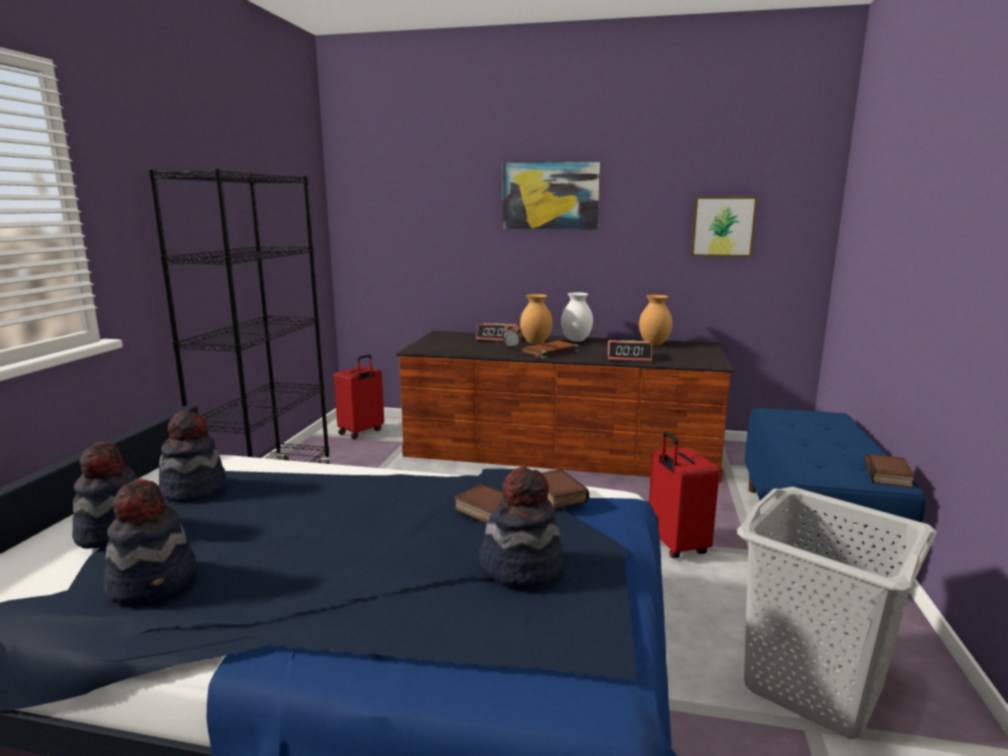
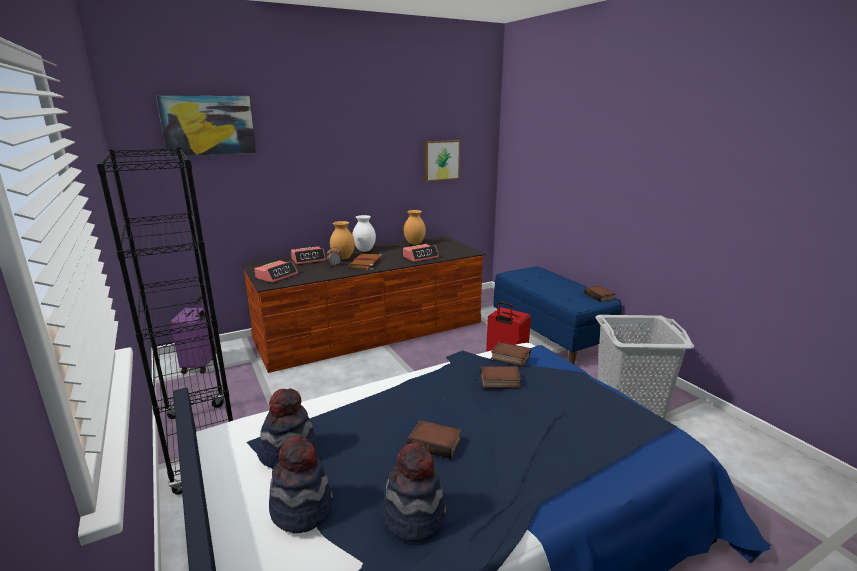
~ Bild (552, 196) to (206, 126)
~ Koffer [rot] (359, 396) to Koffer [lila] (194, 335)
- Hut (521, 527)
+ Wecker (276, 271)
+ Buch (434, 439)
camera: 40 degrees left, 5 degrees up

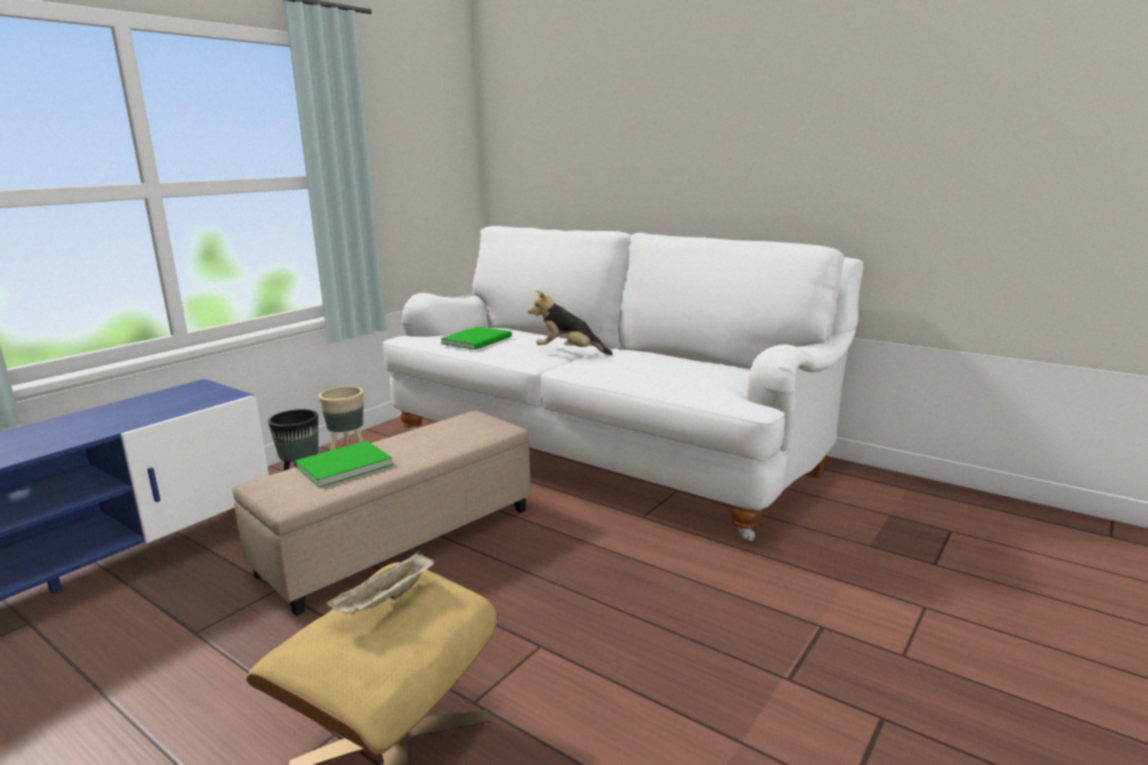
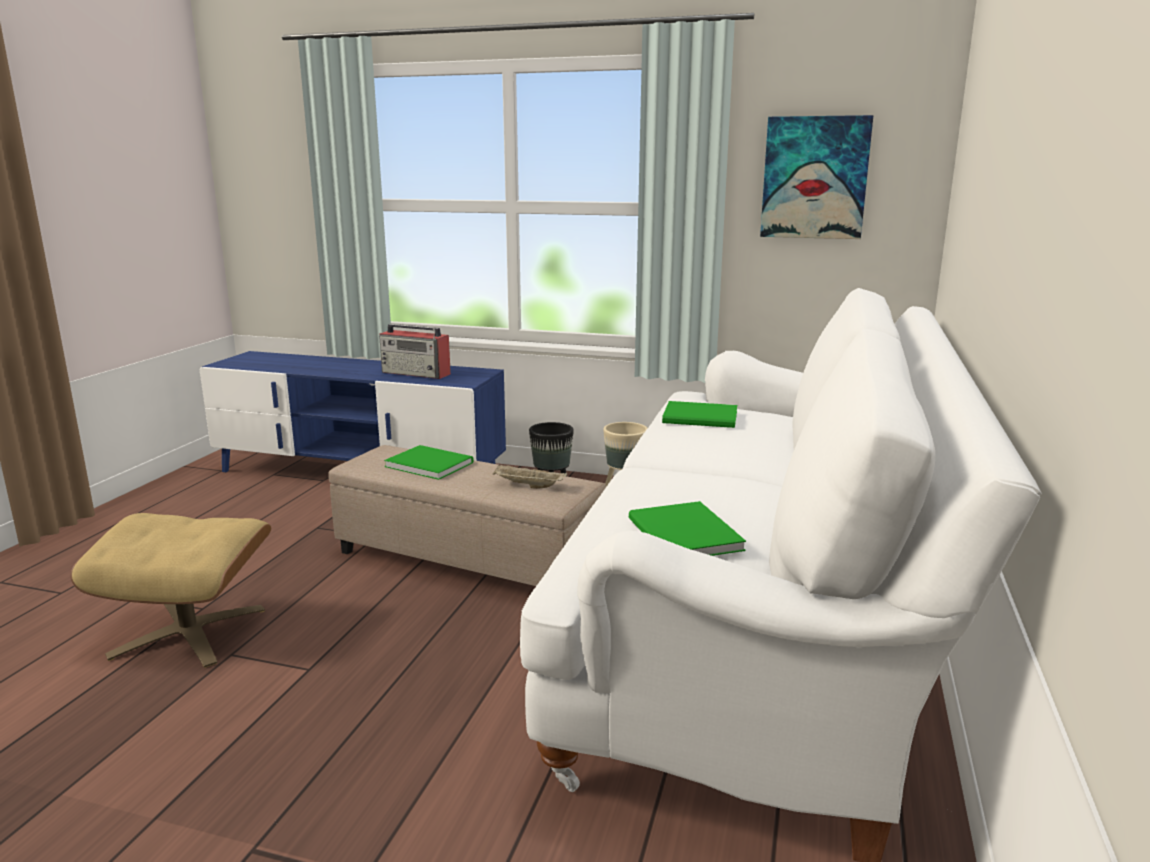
- Plüschtier (570, 322)
~ Tablett [beige] (380, 583) to (530, 477)
+ Bild (816, 177)
+ Radio (415, 351)
+ Buch [grün] (687, 528)
camera: 70 degrees right, 0 degrees up

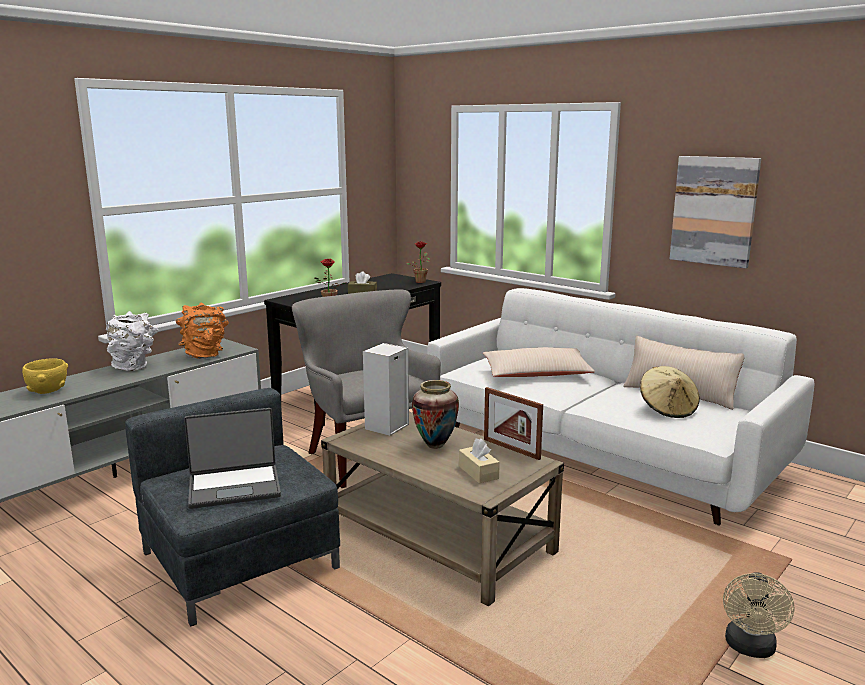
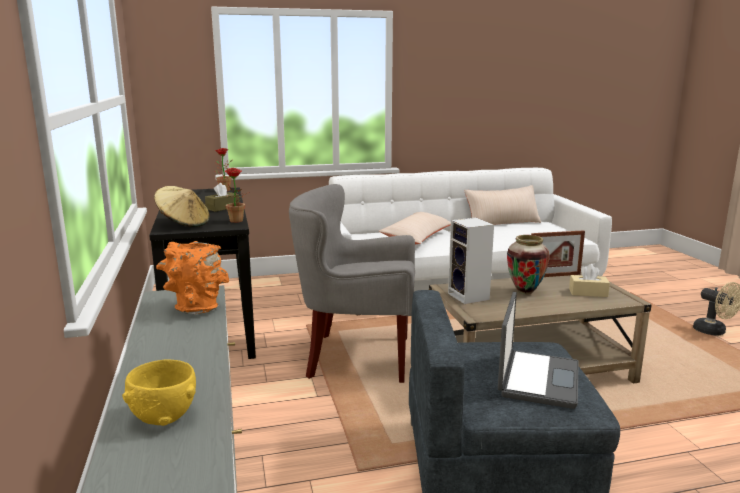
- Bild (715, 212)
- Vase [weiß] (132, 341)
~ Hut [beige] (670, 392) to (182, 206)
camera: 55 degrees left, 0 degrees up

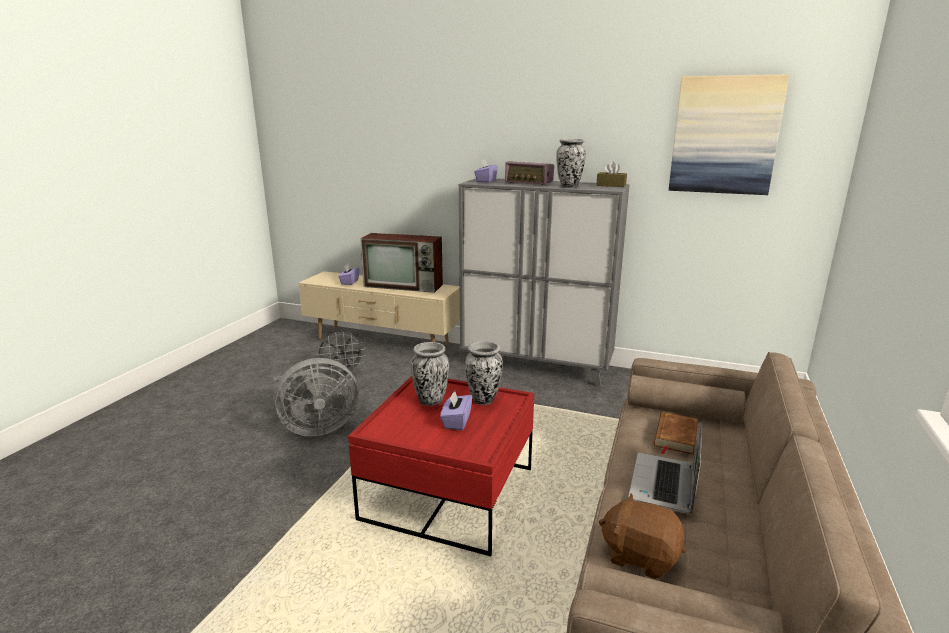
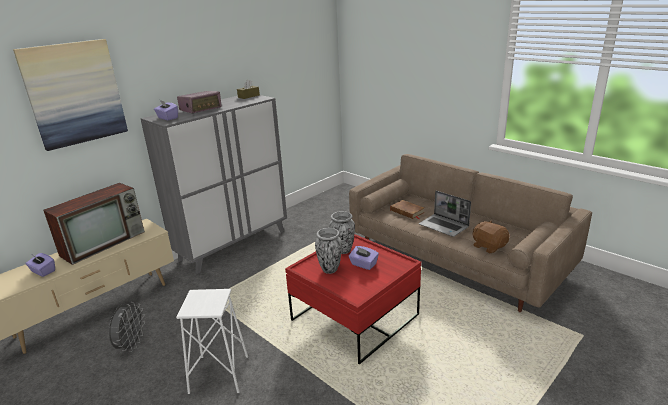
~ Bild (729, 135) to (70, 95)
- Vase (571, 163)
~ Ventilator [grau] (316, 397) to Hocker [weiß] (212, 341)
~ Plüschtier [braun] (642, 536) = (491, 237) 90 degrees clockwise
camera: 65 degrees left, 5 degrees up

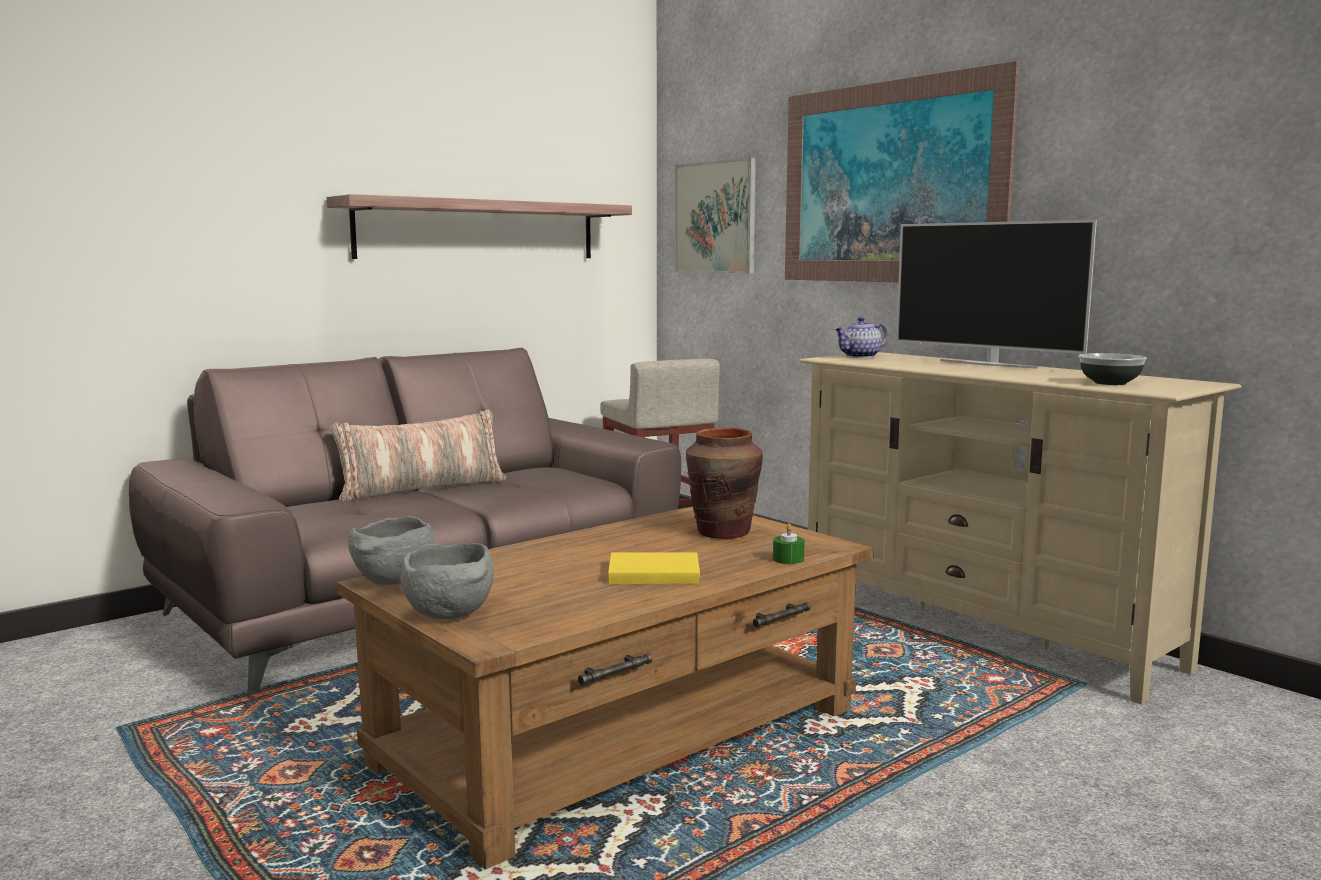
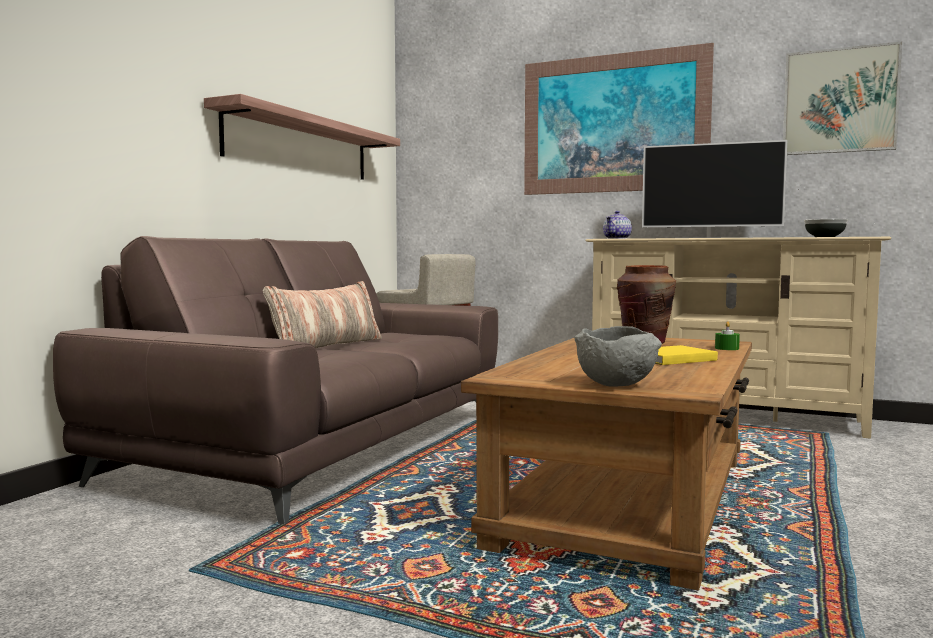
~ Bild (715, 215) to (842, 98)
- Schüssel [grau] (391, 550)
camera: 25 degrees left, 5 degrees down

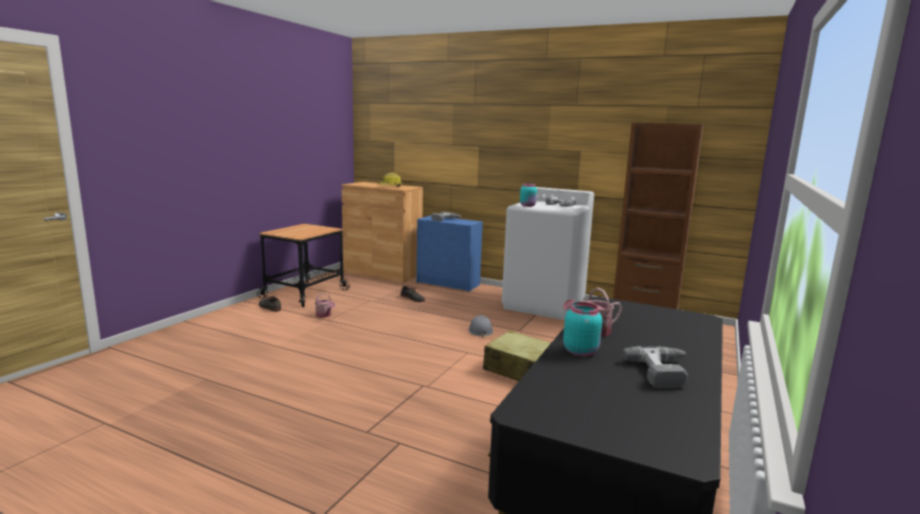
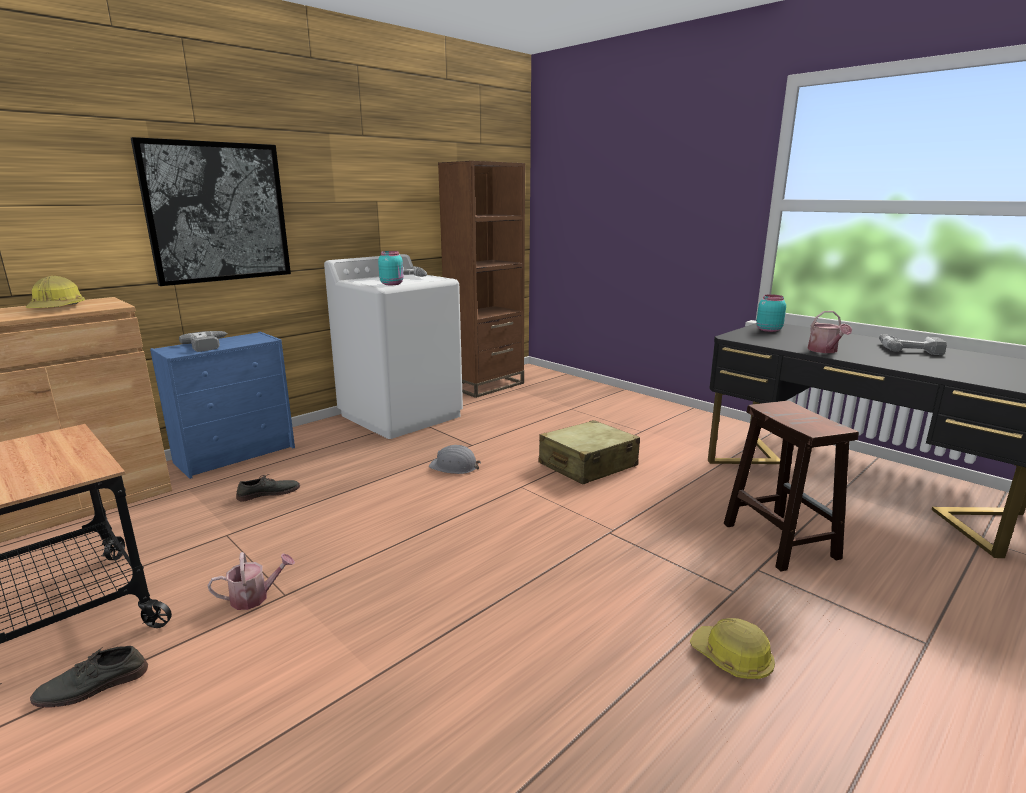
~ Vorratsglas [türkis] (582, 329) to (771, 313)
+ Bild (211, 211)
+ Hocker [braun] (791, 486)
+ Schutzhelm (732, 648)
camera: 70 degrees left, 5 degrees up

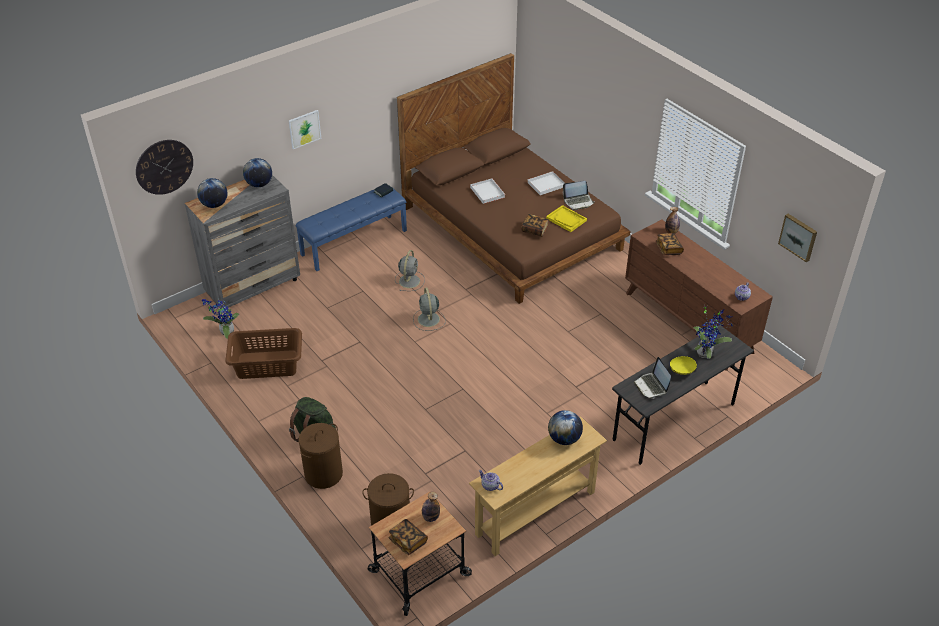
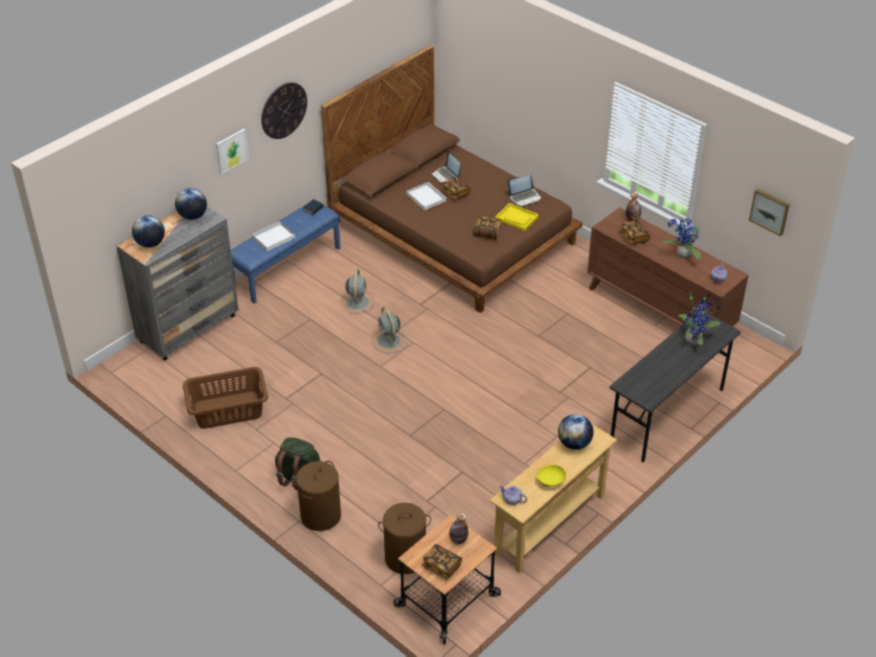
~ Wanduhr (164, 167) to (284, 110)
~ Tablett [weiß] (546, 183) to (273, 236)
~ Topfpflanze (220, 318) to (682, 238)
~ Schüssel [gelb] (683, 365) to (551, 475)
~ Laptop (652, 378) to (445, 167)
+ Buch (456, 188)
camera: 10 degrees left, 0 degrees up

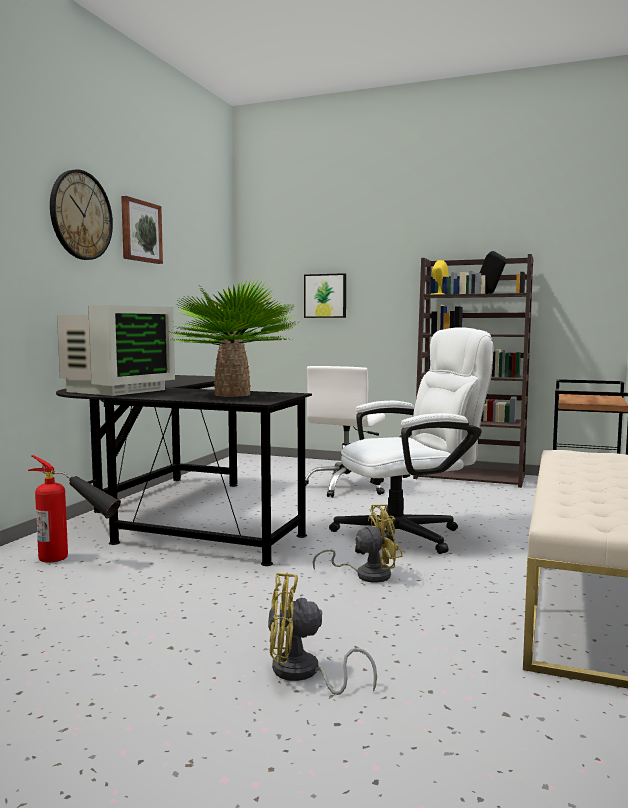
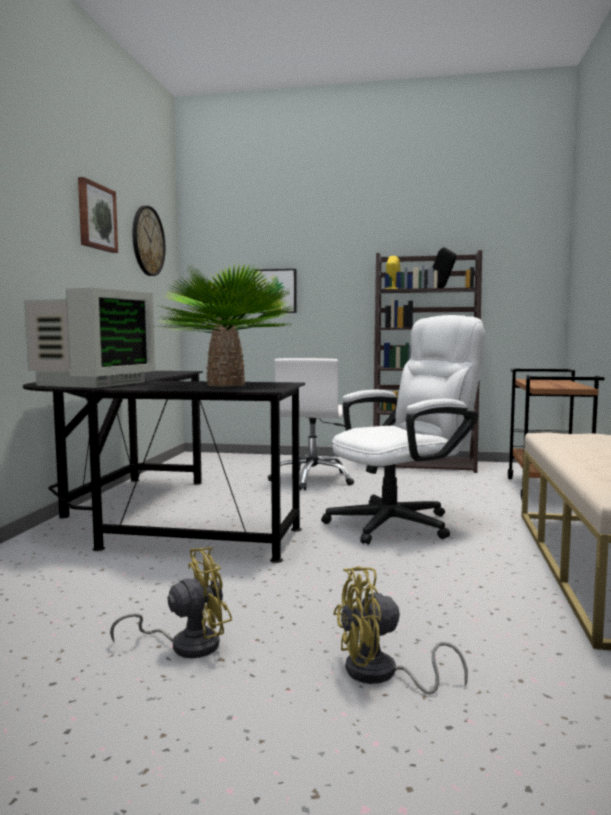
~ Wanduhr (81, 214) to (148, 241)
- Feuerlöscher (74, 508)
~ Ventilator [gelb] (358, 543) to (171, 602)
camera: 10 degrees left, 0 degrees up

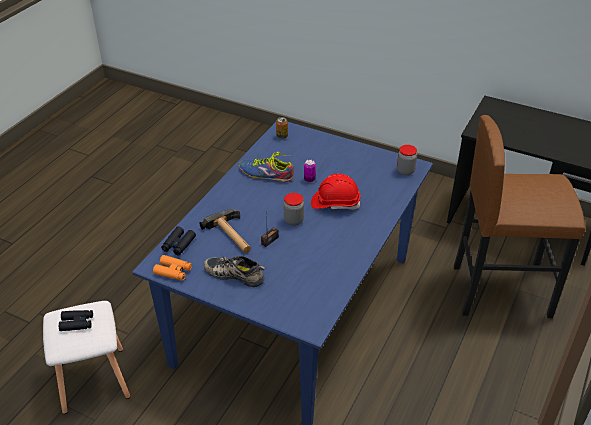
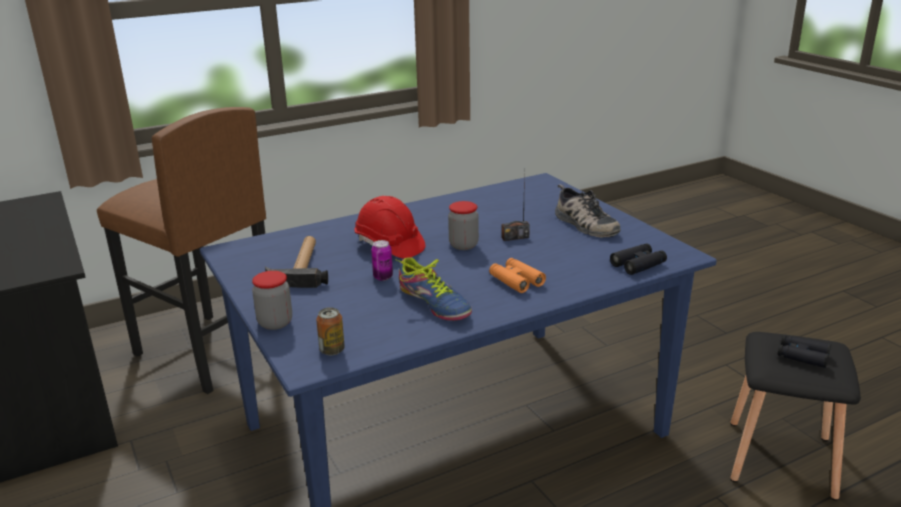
~ Vorratsglas (407, 160) to (272, 300)
~ Hammer (225, 231) to (296, 262)
~ Fernglas [orange] (172, 268) to (517, 275)
~ Hocker [weiß] (86, 357) to Hocker [schwarz] (795, 416)
camera: 145 degrees left, 15 degrees down

